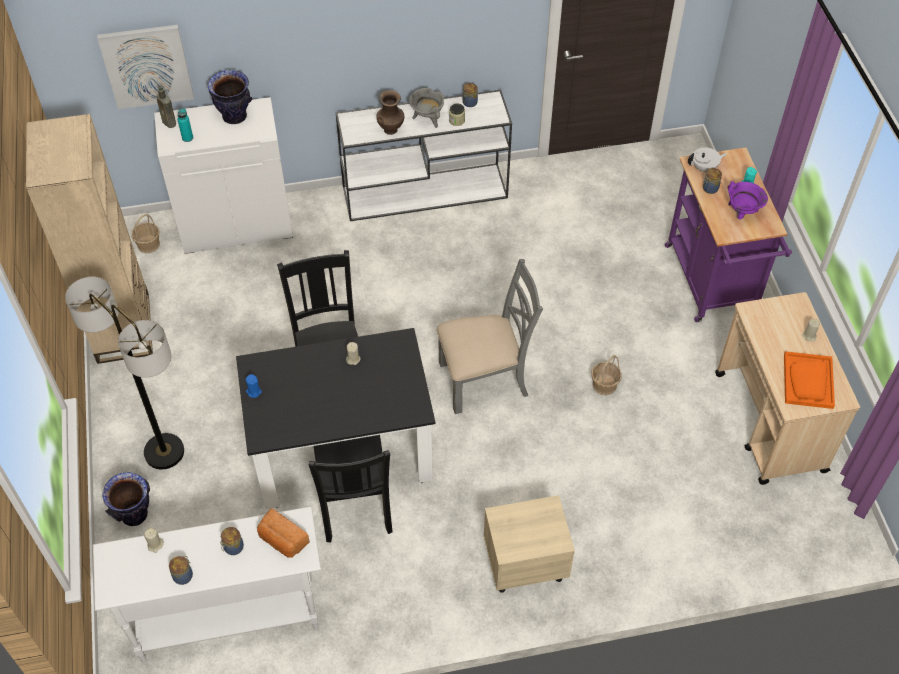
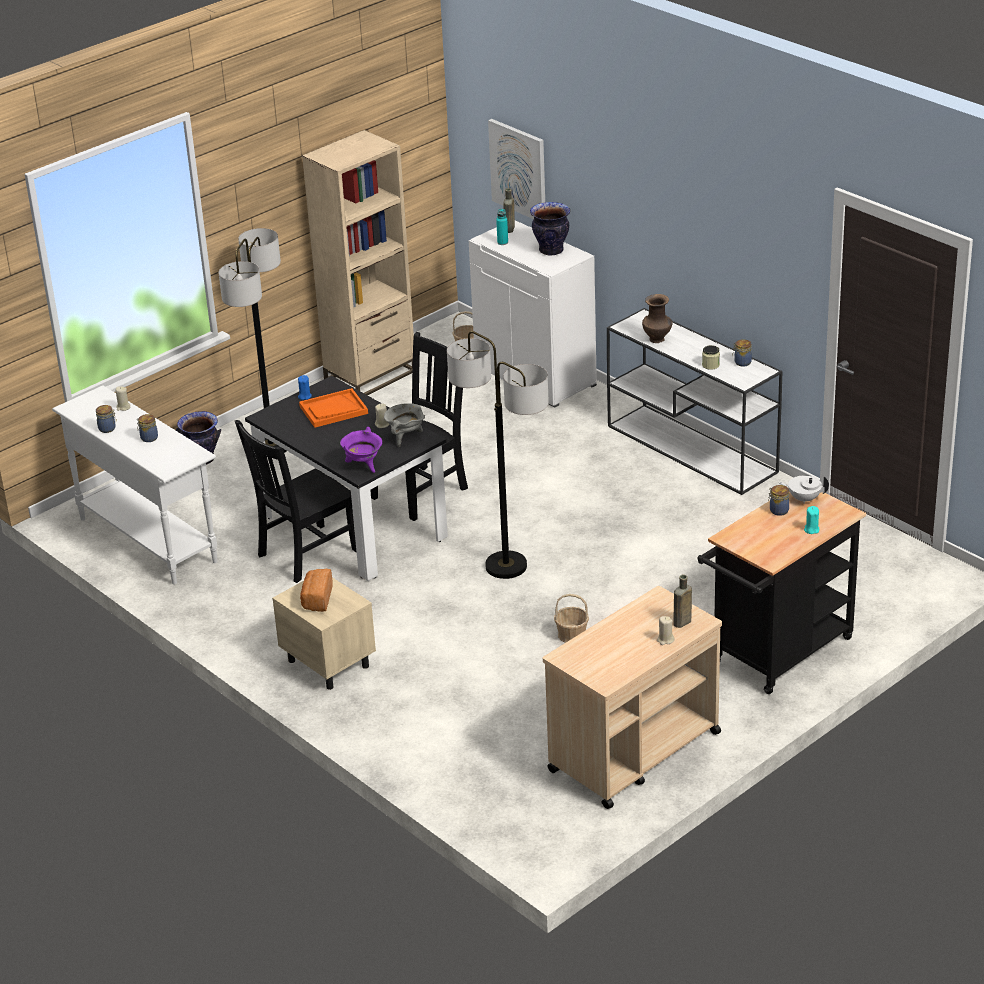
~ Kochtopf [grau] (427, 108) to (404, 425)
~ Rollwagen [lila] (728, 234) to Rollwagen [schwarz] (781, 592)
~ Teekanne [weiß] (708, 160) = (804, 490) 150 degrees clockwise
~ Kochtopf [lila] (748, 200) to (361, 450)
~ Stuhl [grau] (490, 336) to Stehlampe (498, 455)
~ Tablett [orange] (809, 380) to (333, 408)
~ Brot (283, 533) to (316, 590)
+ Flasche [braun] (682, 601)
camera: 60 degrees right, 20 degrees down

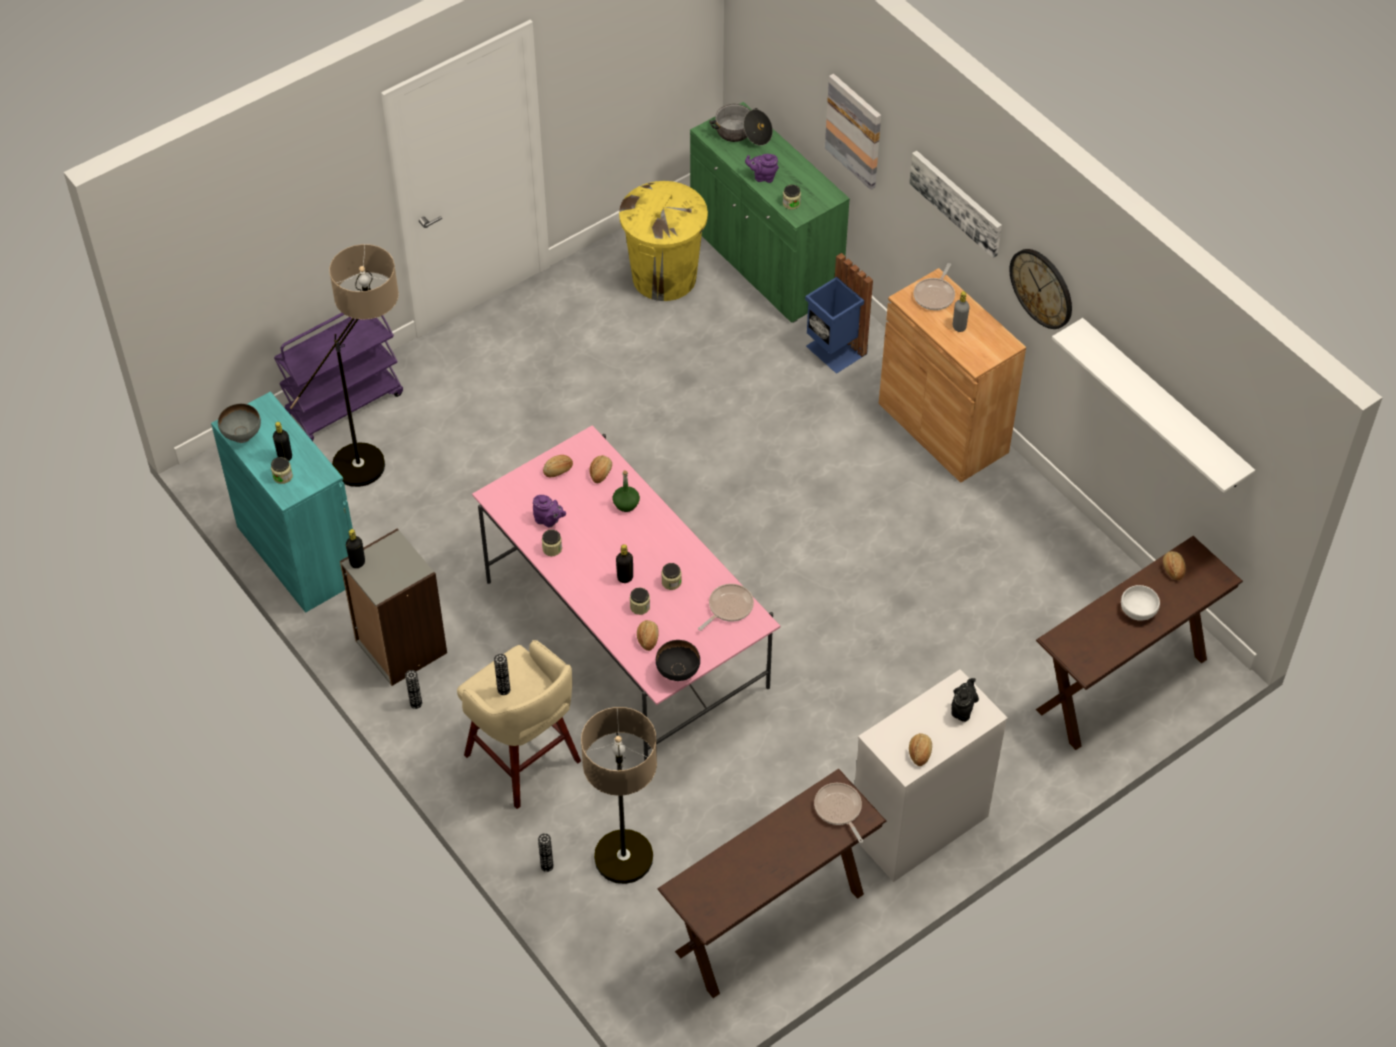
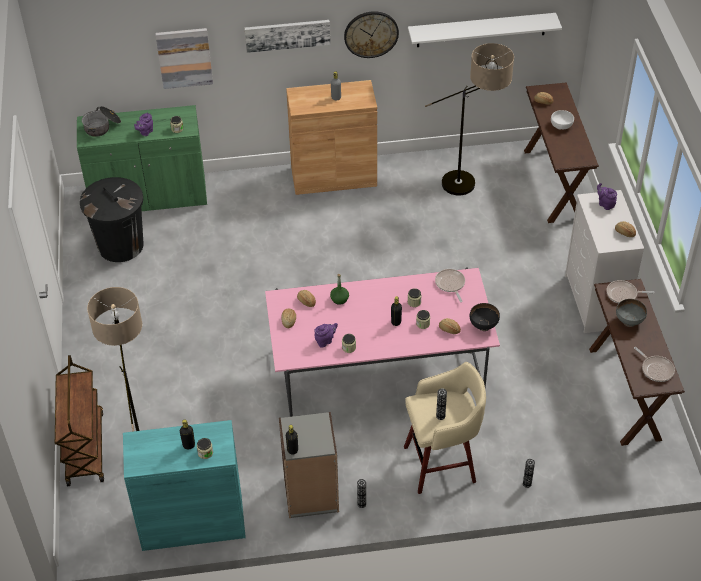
~ Mülleimer [gelb] (663, 241) to Mülleimer [schwarz] (112, 219)
- Mülleimer [blau] (839, 313)
~ Pfanne (934, 286) to (654, 364)
~ Rollwagen [lila] (338, 377) to Rollwagen [braun] (79, 420)
~ Schüssel [grau] (239, 423) to (631, 313)
~ Teekanne [schwarz] (965, 700) to Teekanne [lila] (607, 196)
~ Stehlampe (619, 795) to (469, 119)
camera: 60 degrees left, 5 degrees down

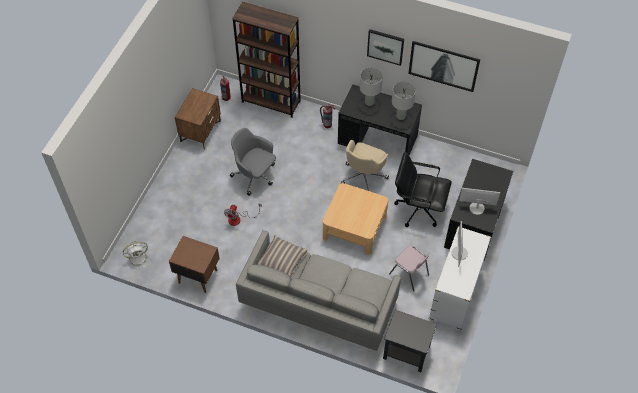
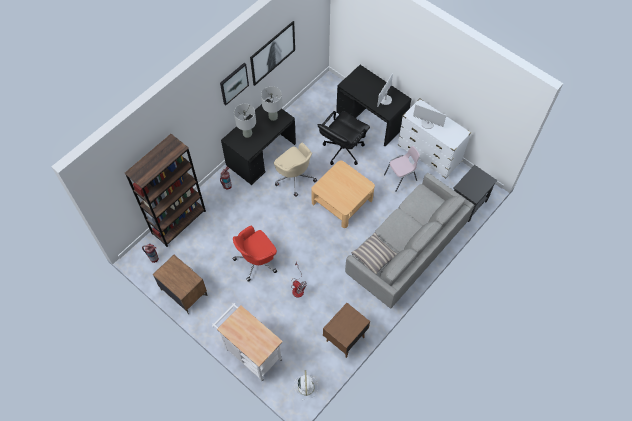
~ Bürostuhl [grau] (253, 162) to Bürostuhl [rot] (254, 254)
+ Rollwagen [weiß] (247, 342)
camera: 70 degrees left, 5 degrees up

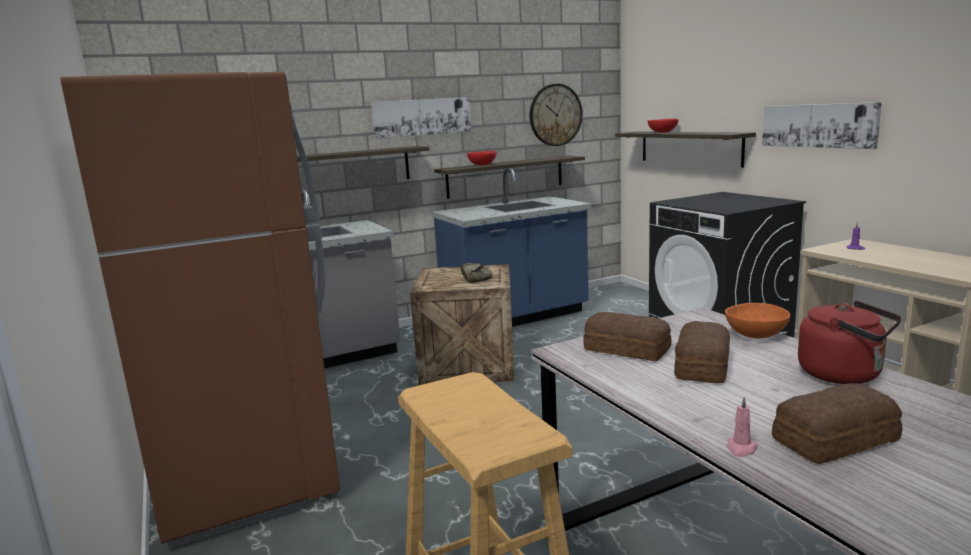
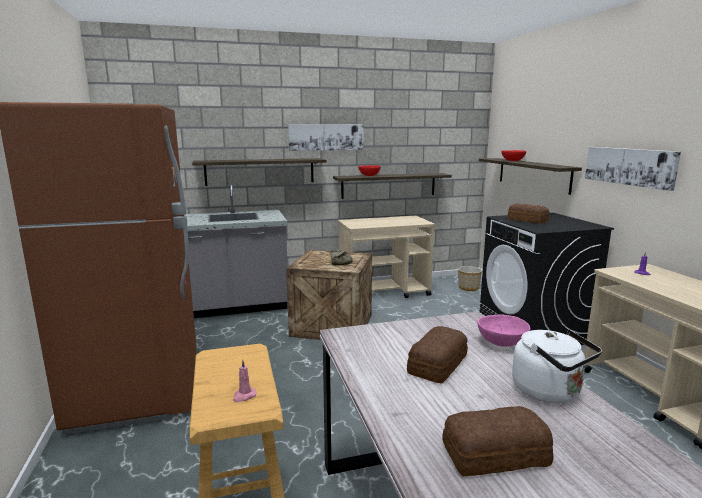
- Wanduhr (556, 115)
~ Küchenzeile [blau] (511, 247) to Rollwagen [beige] (386, 257)
~ Wasserkessel [rot] (849, 342) to Wasserkessel [weiß] (557, 366)
~ Schüssel [orange] (757, 320) to Schüssel [rosa] (503, 330)
~ Brot (627, 336) to (528, 213)
~ Kerze [rosa] (742, 427) to (245, 380)
+ Pflanzkübel (470, 278)
camera: 10 degrees right, 0 degrees up

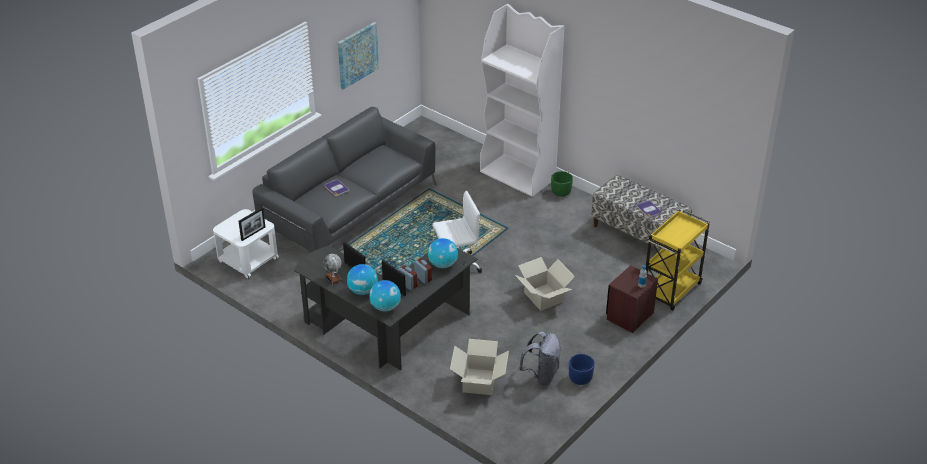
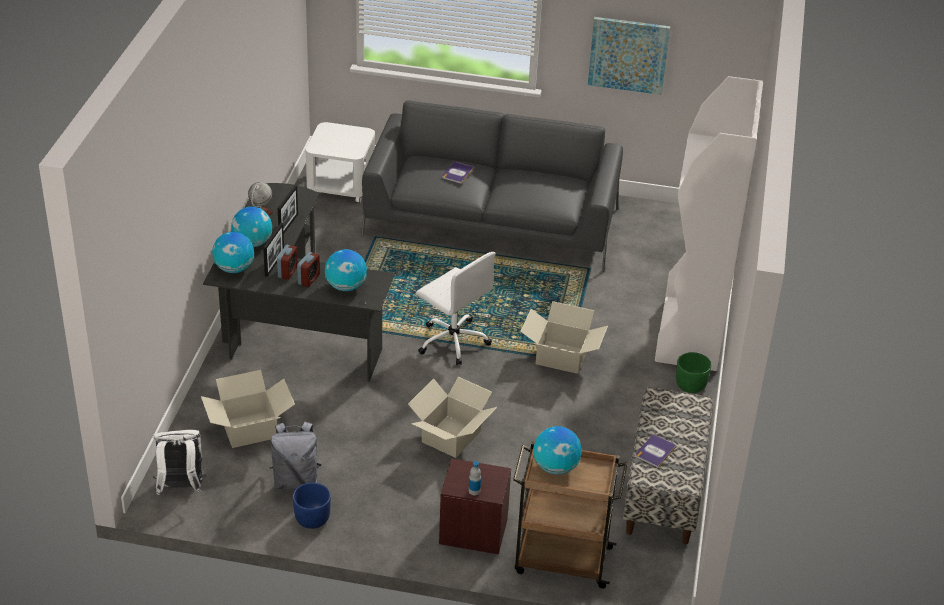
- Bilderrahmen (251, 224)
~ Rollwagen [gelb] (678, 260) to Rollwagen [braun] (570, 515)
+ Karton (564, 337)
+ Globus (557, 450)
+ Rucksack [weiß] (179, 462)
camera: 60 degrees right, 0 degrees up

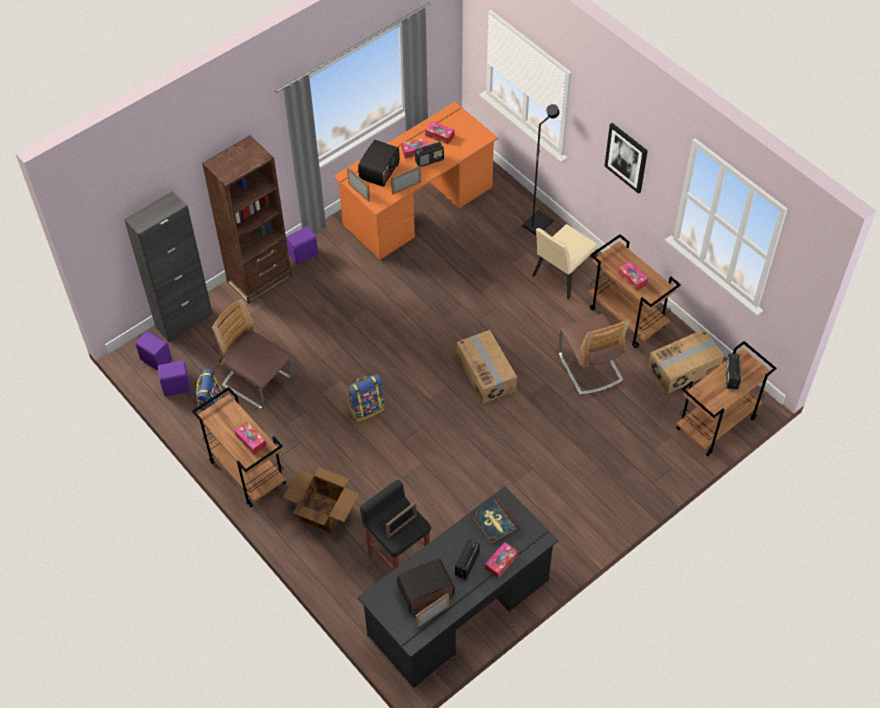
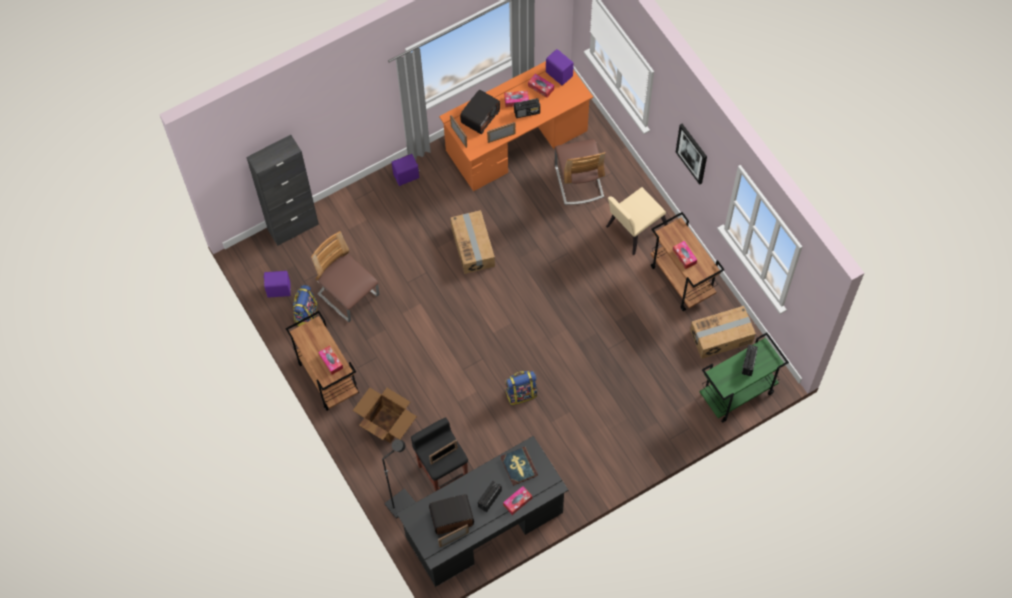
~ Stehlampe [schwarz] (541, 169) to (399, 479)
- Bücherregal [braun] (247, 220)
~ Stuhl (594, 354) to (580, 172)
~ Karton (487, 366) to (472, 242)
~ Lautsprecher [lila] (153, 350) to (560, 67)
~ Rollwagen [braun] (726, 398) to Rollwagen [grün] (744, 377)
~ Rucksack (366, 398) to (521, 388)
camera: 10 degrees right, 10 degrees up

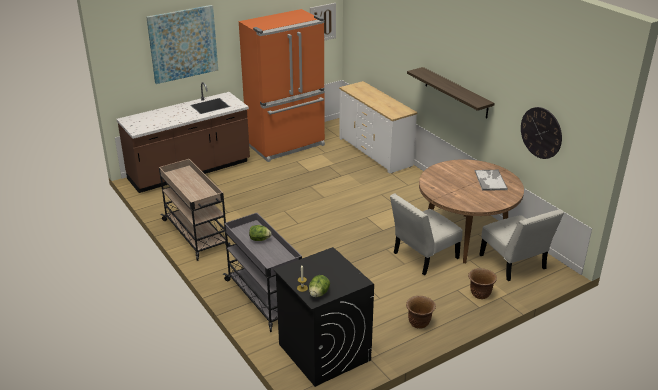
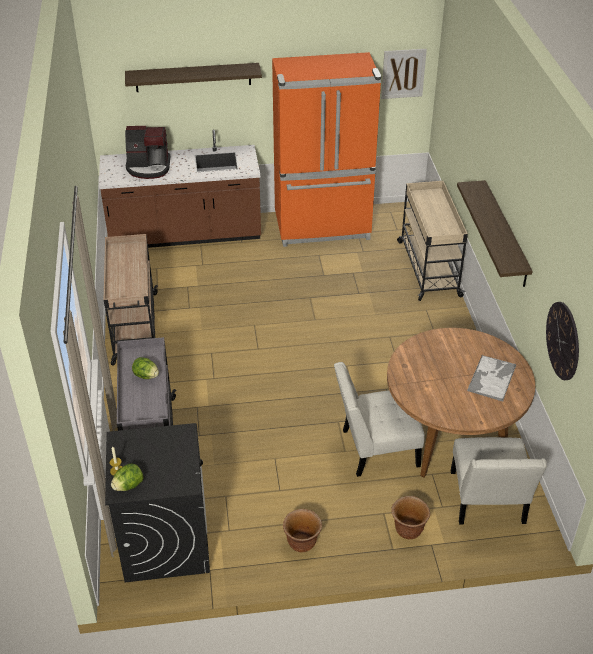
~ Bild (182, 44) to Wandregal (193, 77)
~ Kommode [weiß] (378, 127) to Rollwagen [beige] (432, 241)
+ Kaffeemaschine (147, 152)
camera: 25 degrees right, 10 degrees up

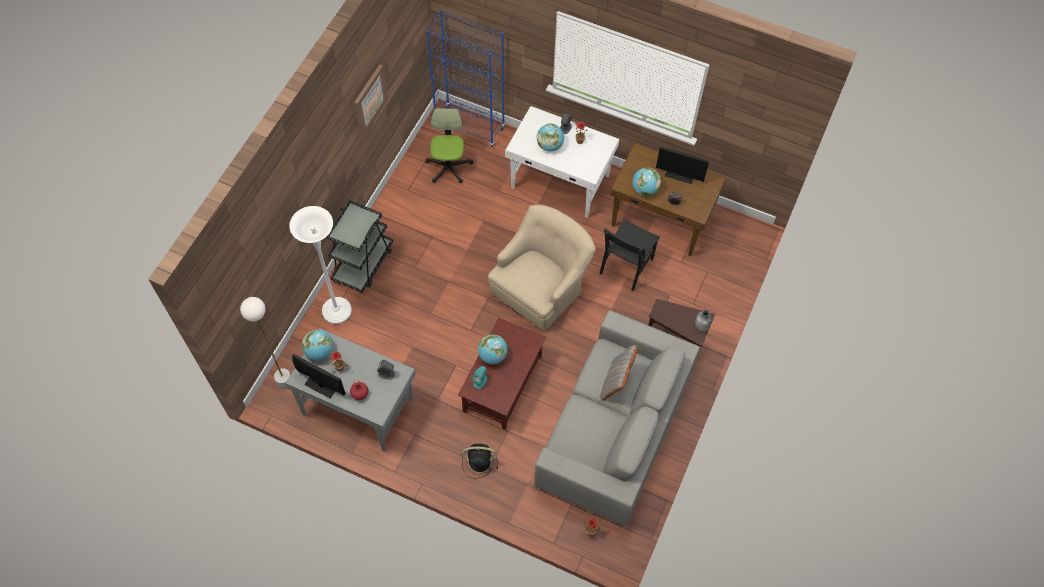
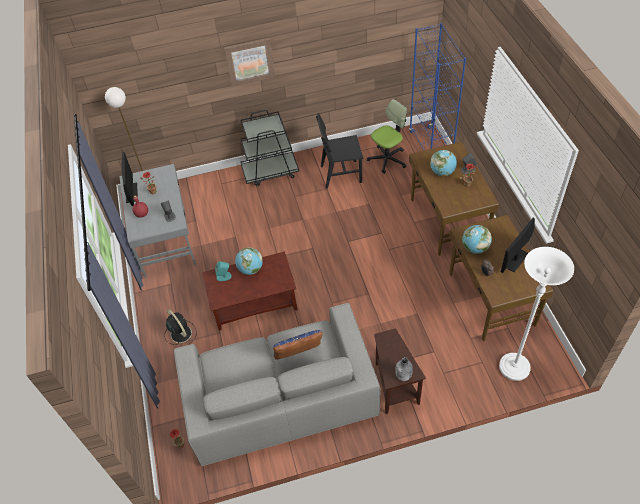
~ Bild (371, 100) to (249, 62)
~ Schreibtisch [weiß] (562, 162) to Schreibtisch [braun] (454, 199)
~ Monitor (682, 165) = (518, 245) 60 degrees clockwise
- Sessel [beige] (542, 268)
~ Stehlampe [weiß] (320, 265) to (536, 314)
~ Stuhl [schwarz] (630, 255) to (339, 151)
- Globus (317, 345)
~ Kissen [grau] (619, 372) to Kissen [blau] (297, 345)
camera: 55 degrees right, 10 degrees down

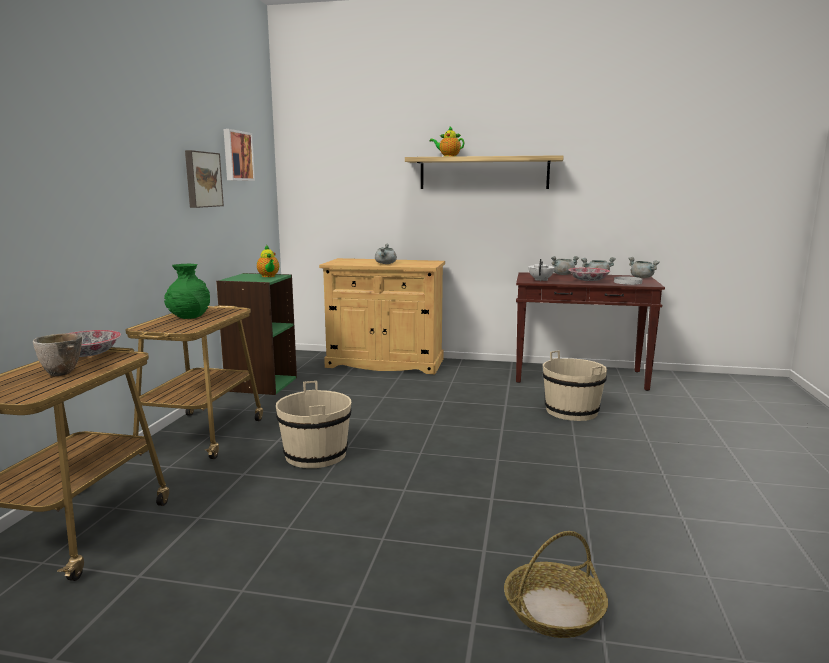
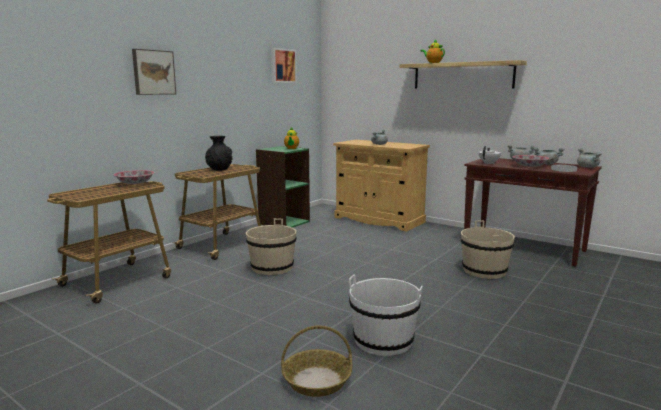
~ Bild (204, 179) to (154, 72)
~ Vase [grün] (187, 291) to Vase [schwarz] (218, 153)
- Schüssel (57, 354)
+ Eimer [weiß] (386, 315)
camera: 25 degrees right, 0 degrees up

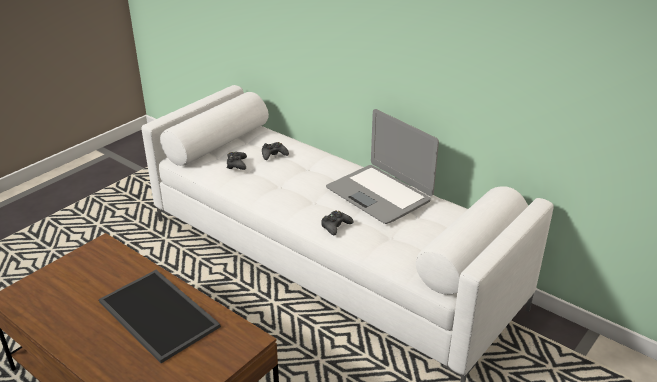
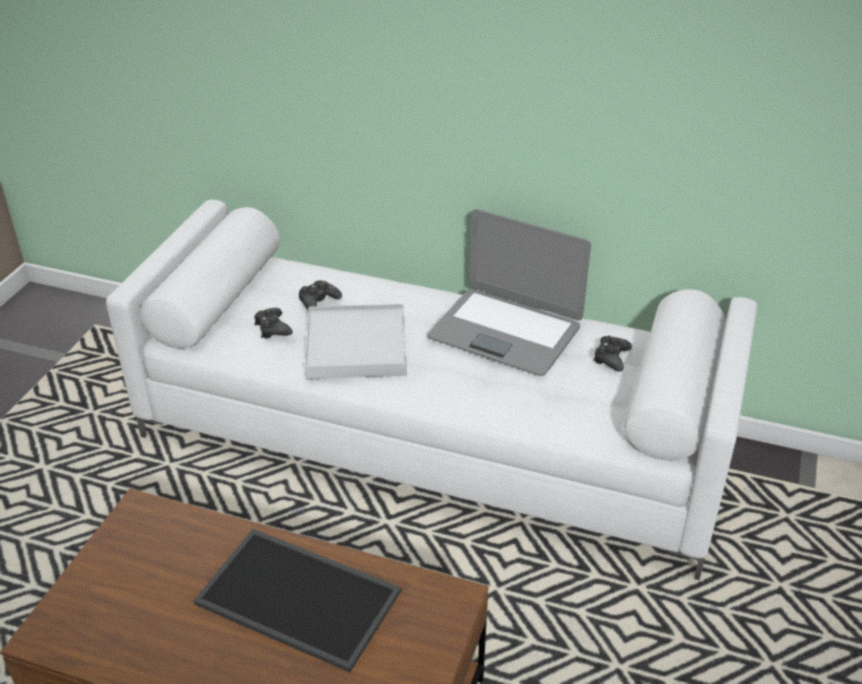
~ Gamepad [schwarz] (337, 222) to (612, 353)
+ Tablett [weiß] (355, 341)
camera: 20 degrees left, 5 degrees up

